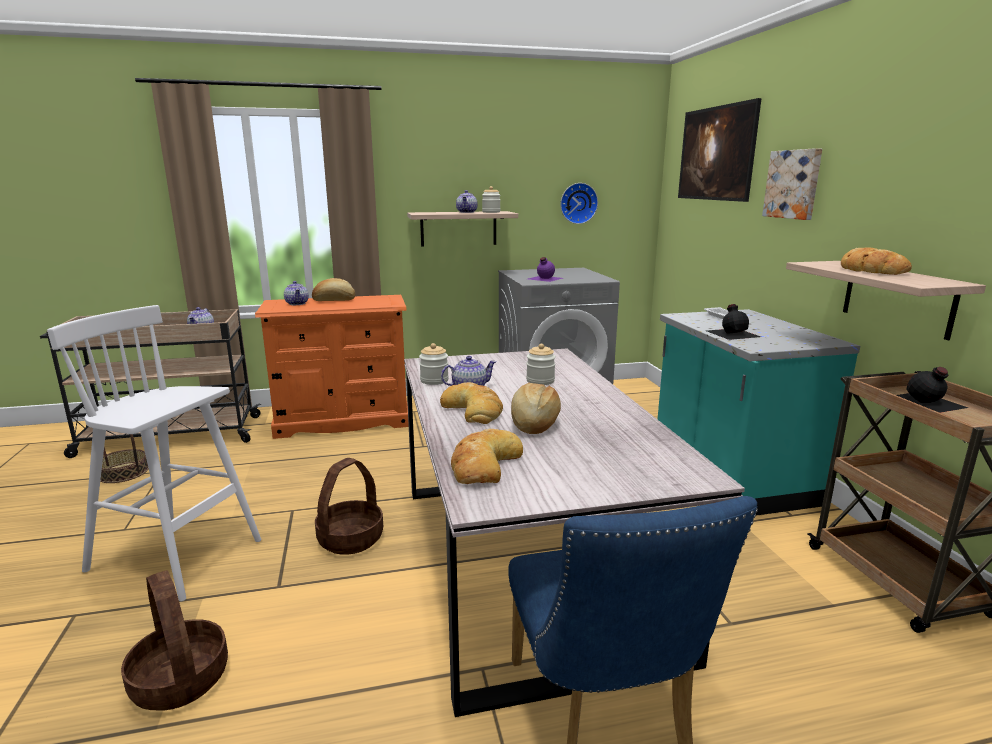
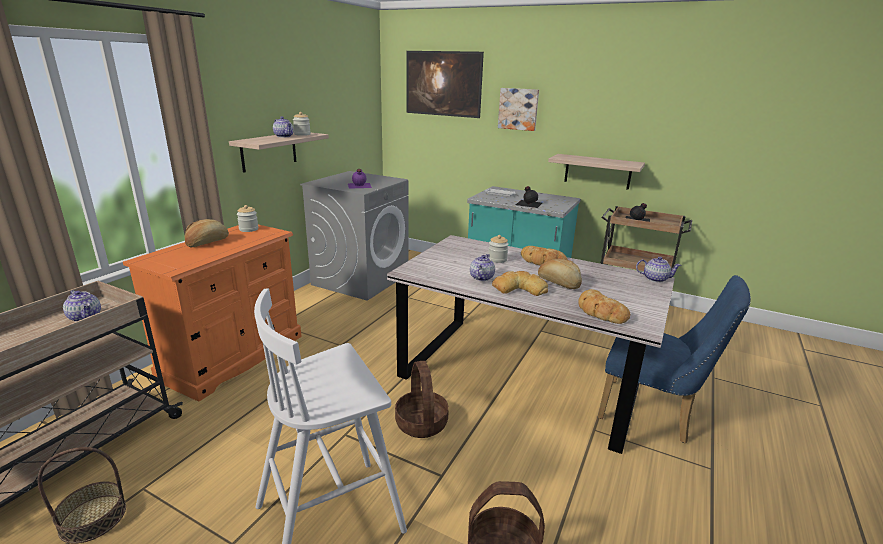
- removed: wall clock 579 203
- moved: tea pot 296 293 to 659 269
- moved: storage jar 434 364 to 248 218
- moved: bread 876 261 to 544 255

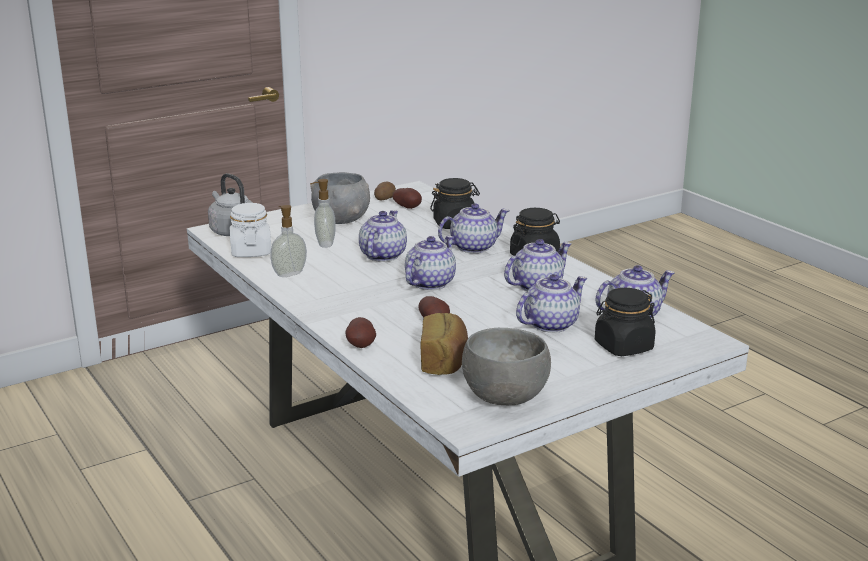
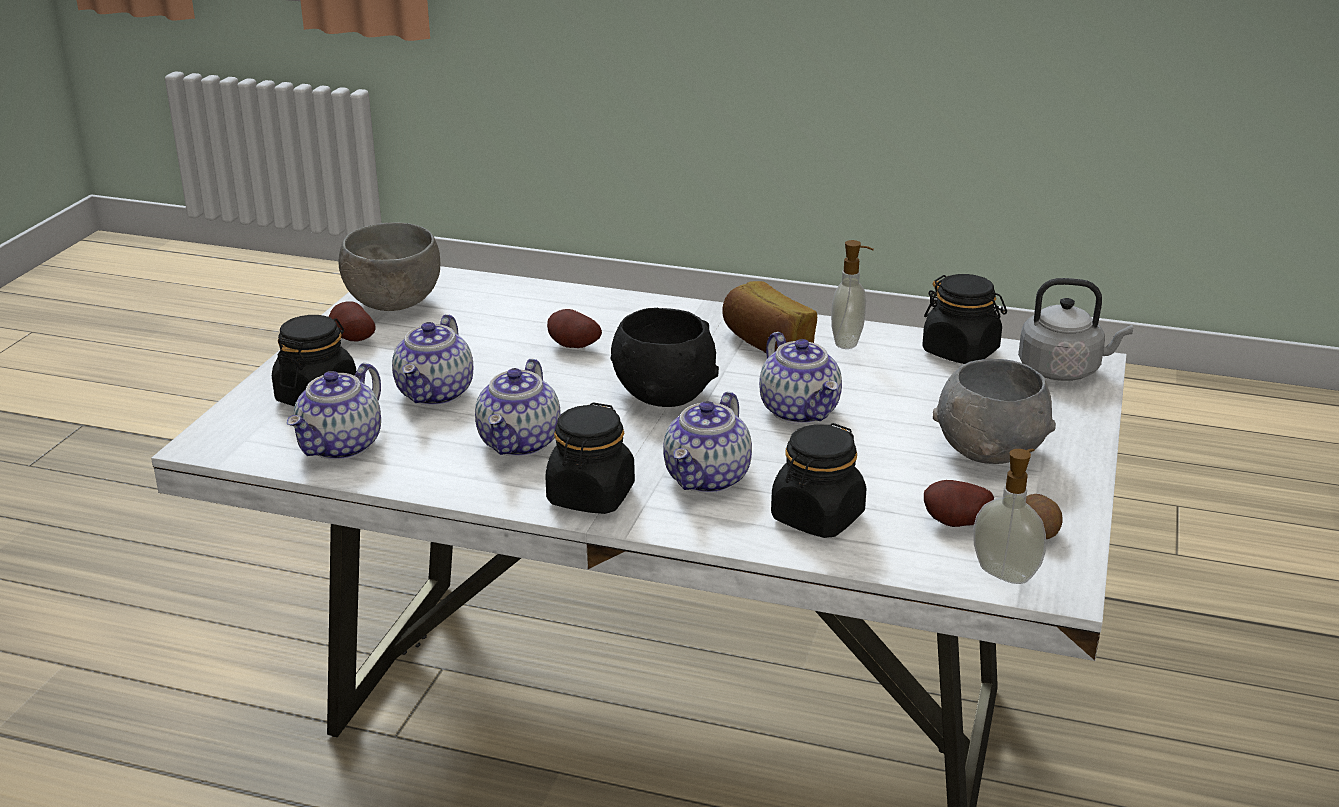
- moved: liquid soap bottle 323 213 to 1009 516
- moved: potato 361 332 to 352 321
- moved: bread 444 344 to 769 317
- replaced: tea pot 430 263 to deep dish (blackish) 665 357
- recoloured: storage jar (white) 250 230 to storage jar (blackish) 964 319

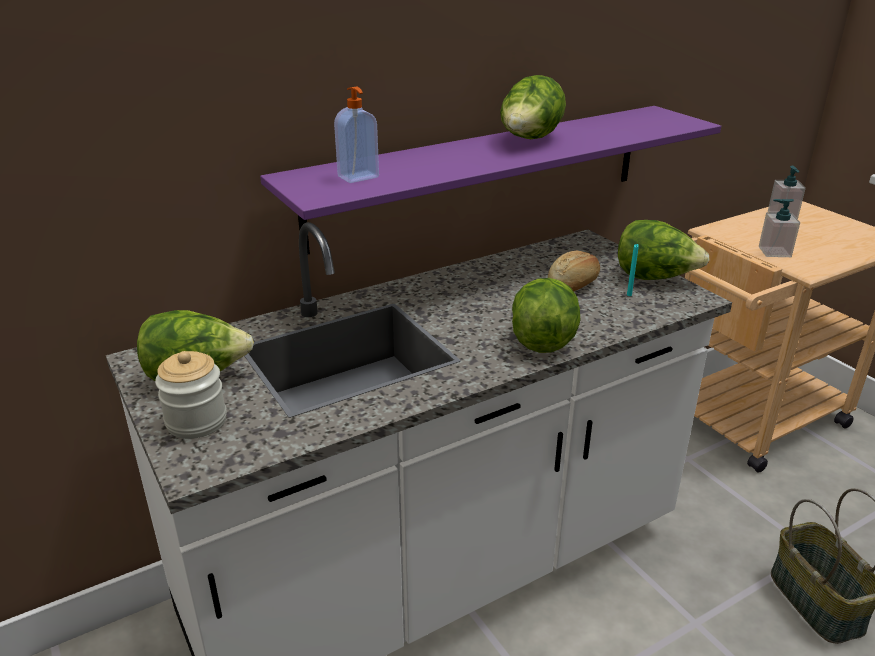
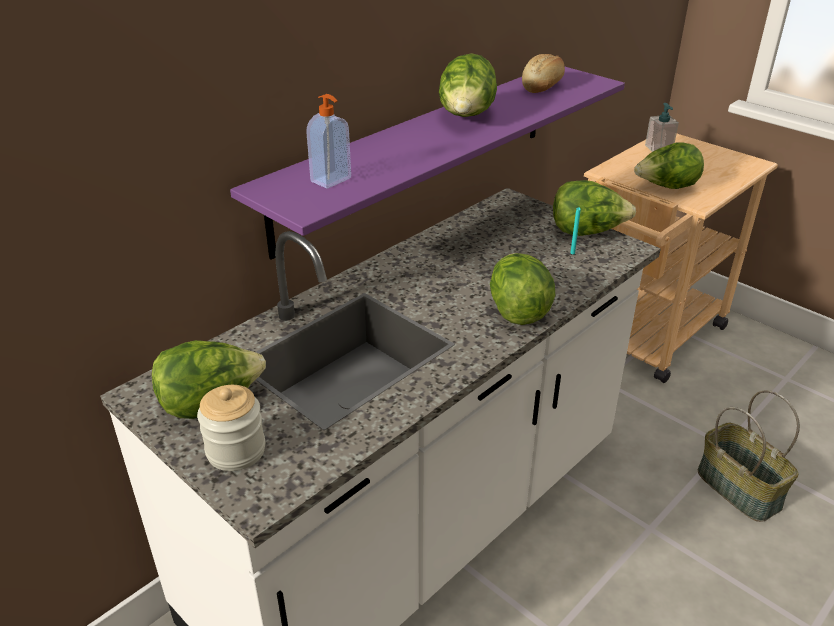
- moved: bread 574 270 to 543 73
- replaced: liquid soap bottle 779 228 to head of lettuce 669 165

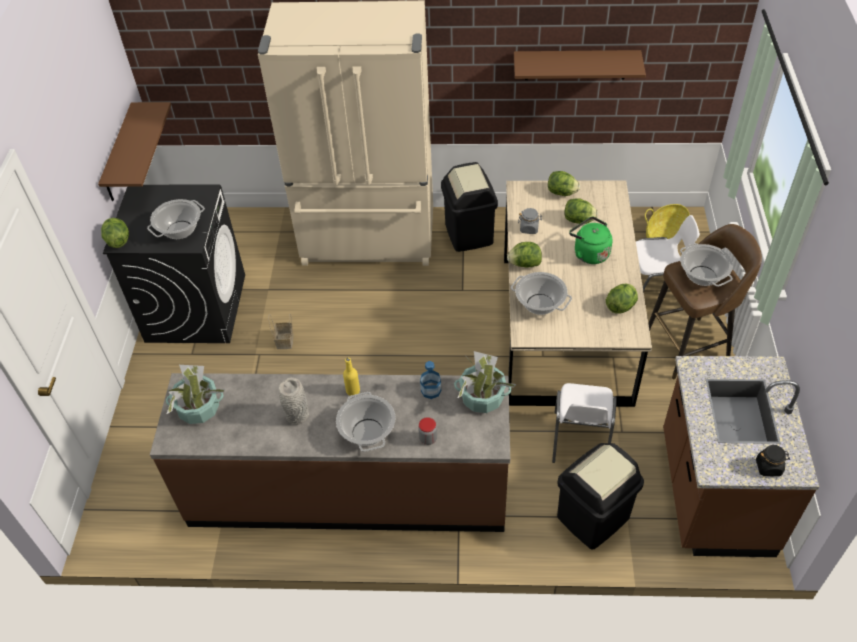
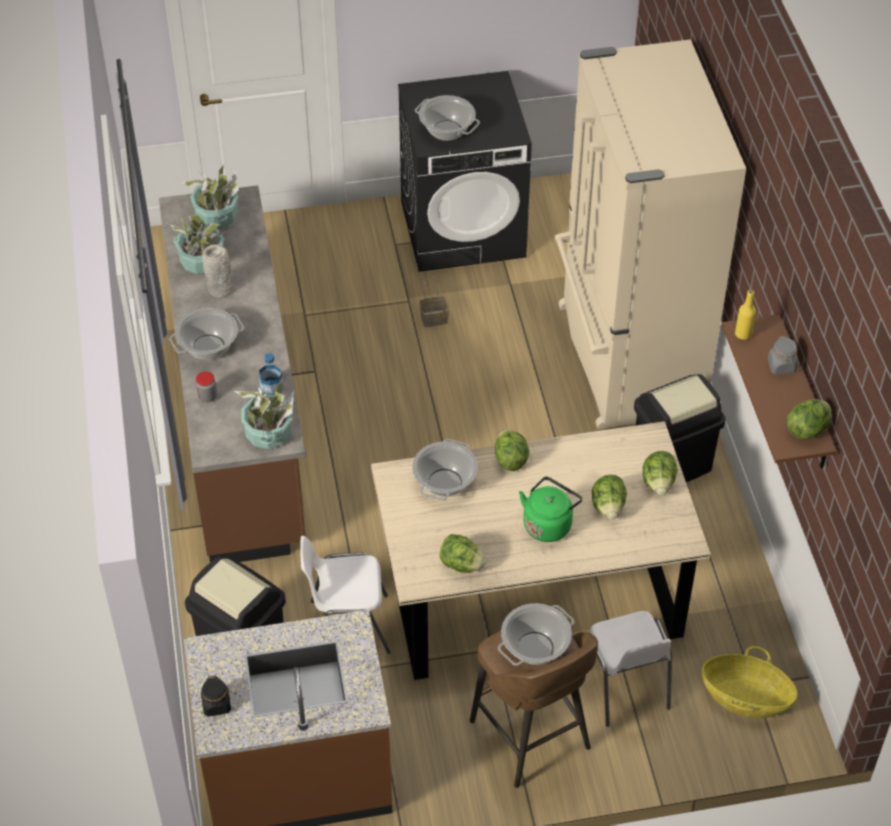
- removed: shelf (brownish) 134 151
- added: potted plant 201 244
- moved: head of lettuce 115 233 to 809 419
- moved: drink bottle (yellowish) 351 377 to 745 315
- moved: storage jar (gray) 530 221 to 783 355

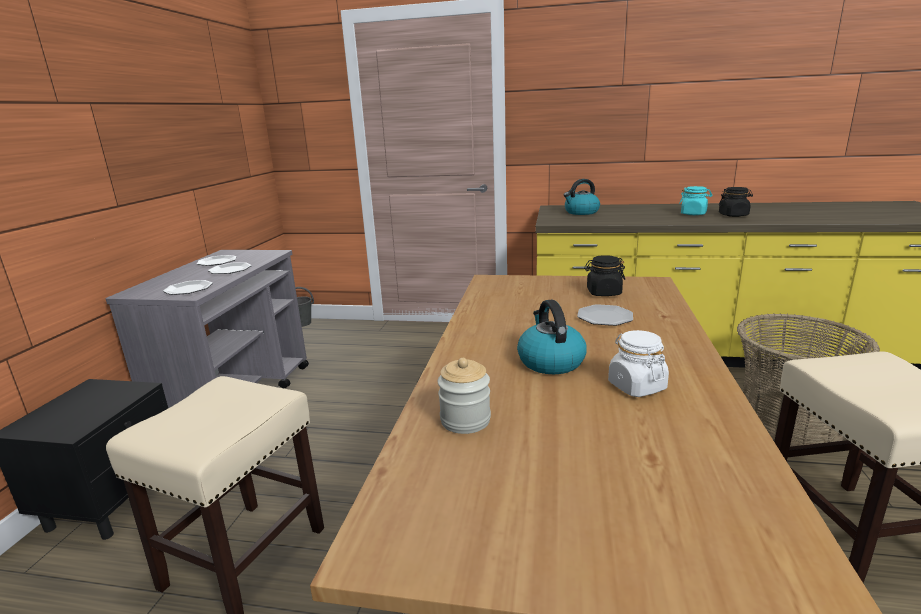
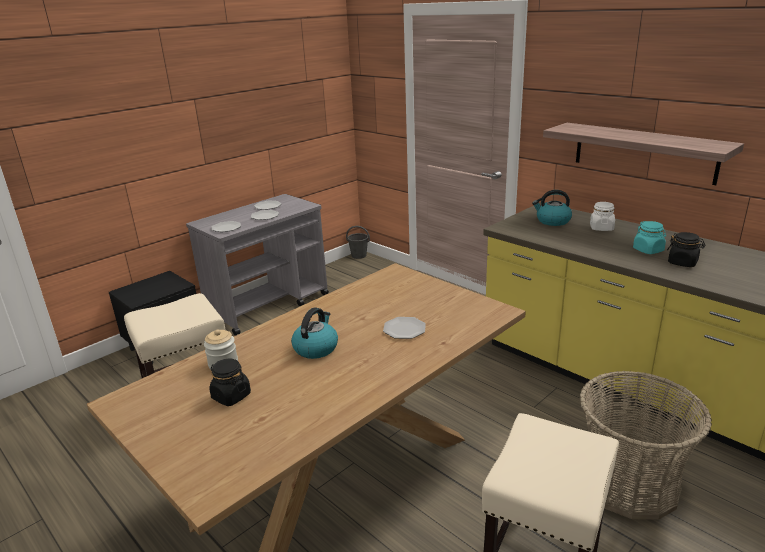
- added: shelf 643 154
- moved: storage jar (blackish) 604 275 to 230 382
- moved: storage jar (white) 638 363 to 602 216

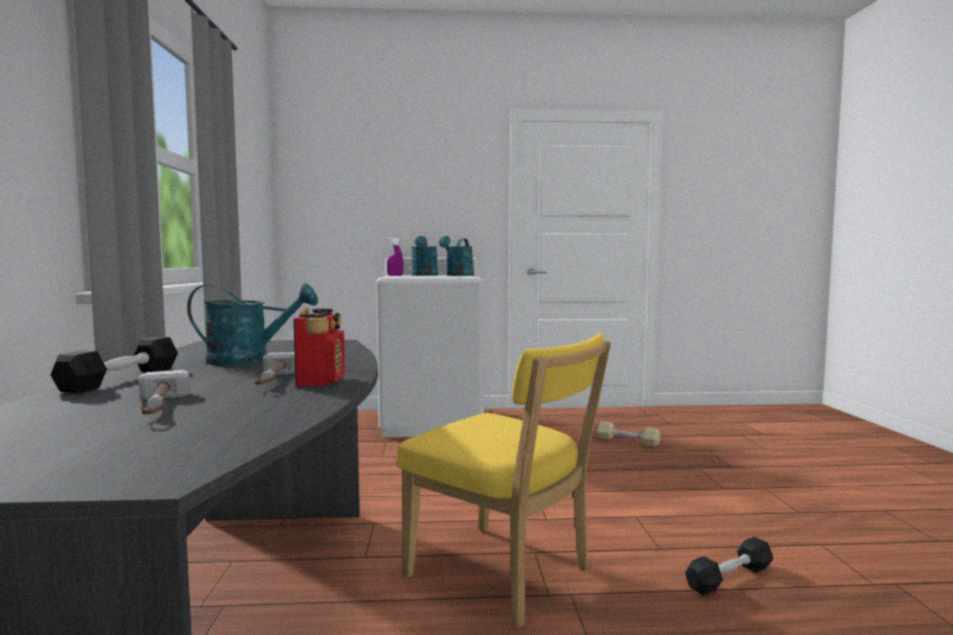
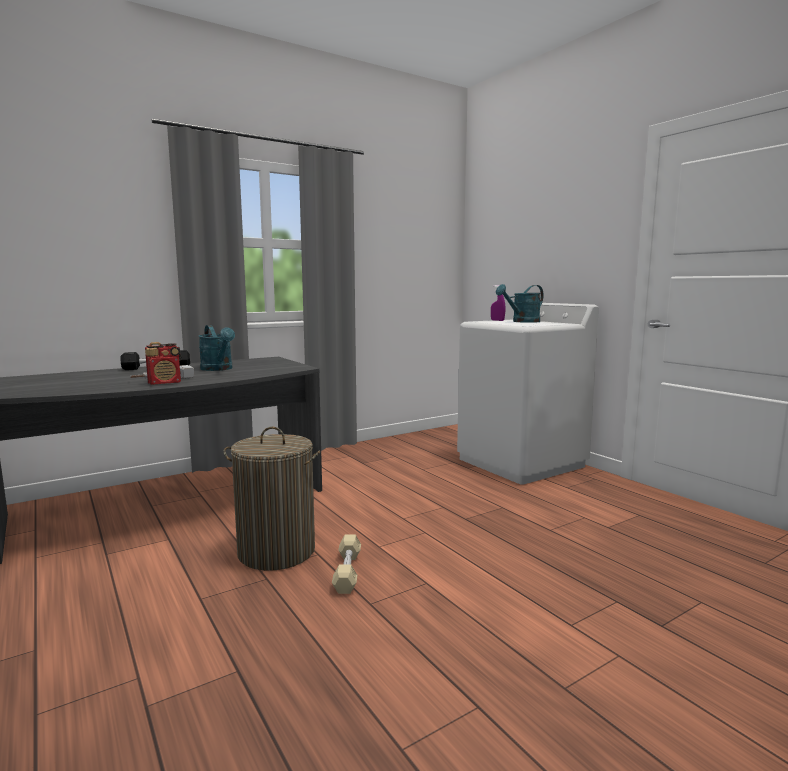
- removed: hand hammer 164 392
- removed: watering can (turquoise-coloured) 456 256
- removed: free weight (blackish) 729 566
- moved: free weight (beige) 628 434 to 346 564
- replaced: upright chair (yellowish) 504 480 to hamper 271 498

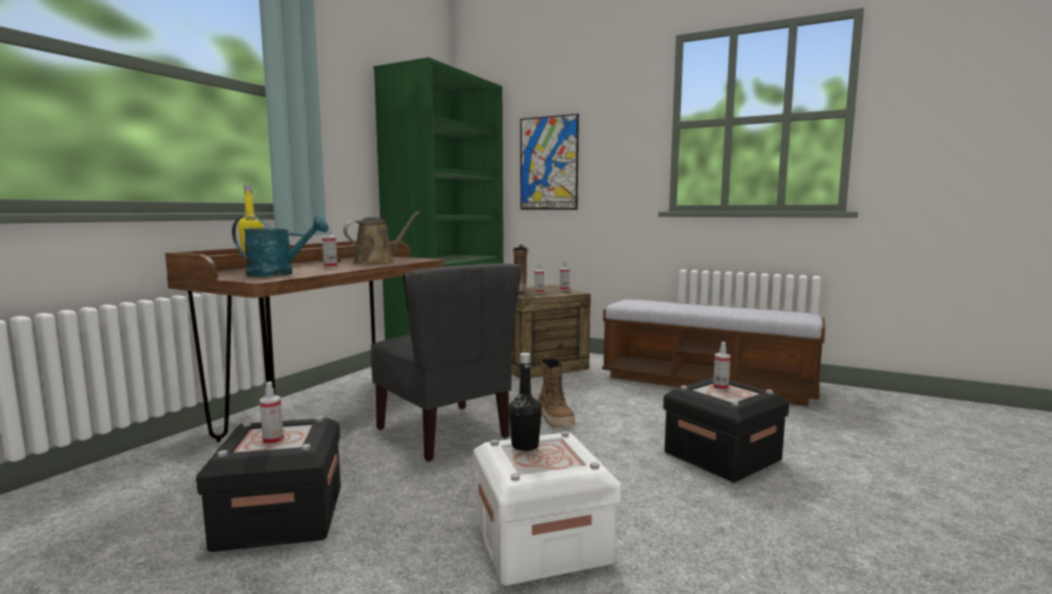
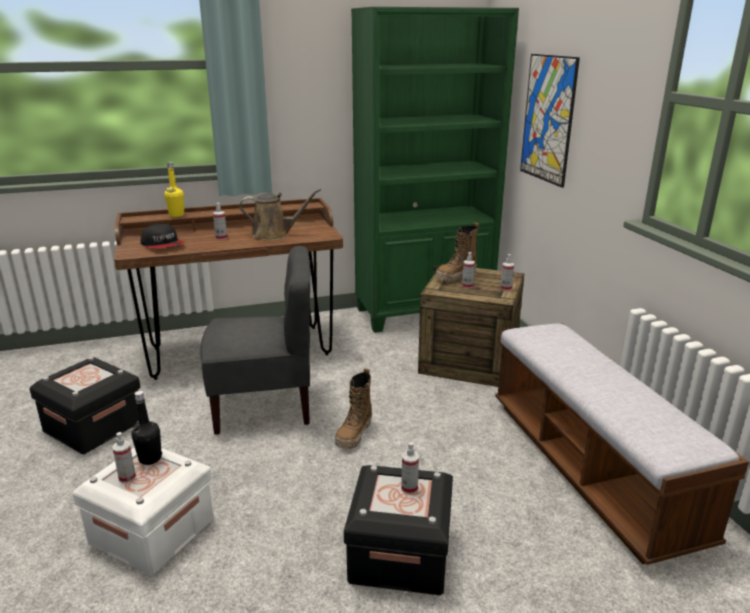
- moved: sprayer 272 414 to 124 457
- replaced: watering can (turquoise-coloured) 280 245 to peaked cap 163 236
- turned: upright chair (gray) 446 362 = 255 340 105 degrees counterclockwise

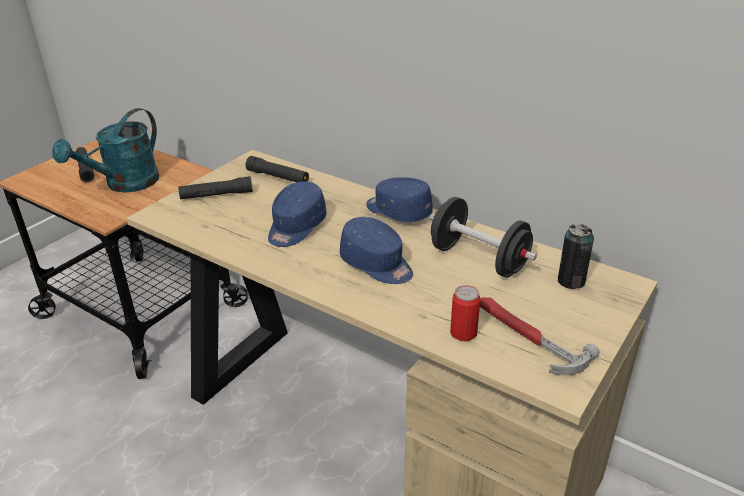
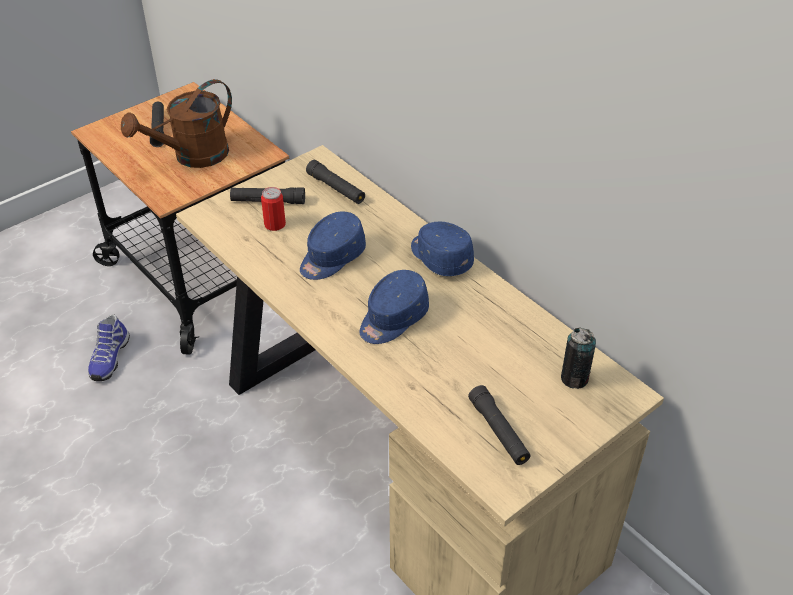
- removed: free weight (blackish) 483 237
- added: low shoe 109 347
- moved: metal can 465 313 to 273 209
- replaced: hand hammer 540 336 to torch (blackish) 499 425
- recoloured: watering can (turquoise-coloured) 105 150 to watering can (brownish) 176 123
- turned: peaked cap (blue) 376 250 = 394 307 75 degrees clockwise

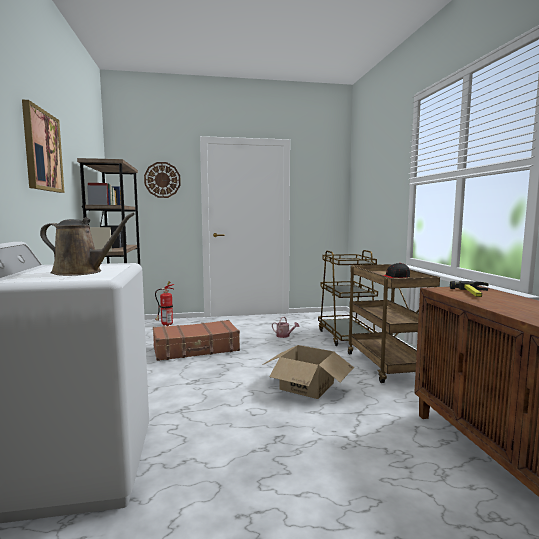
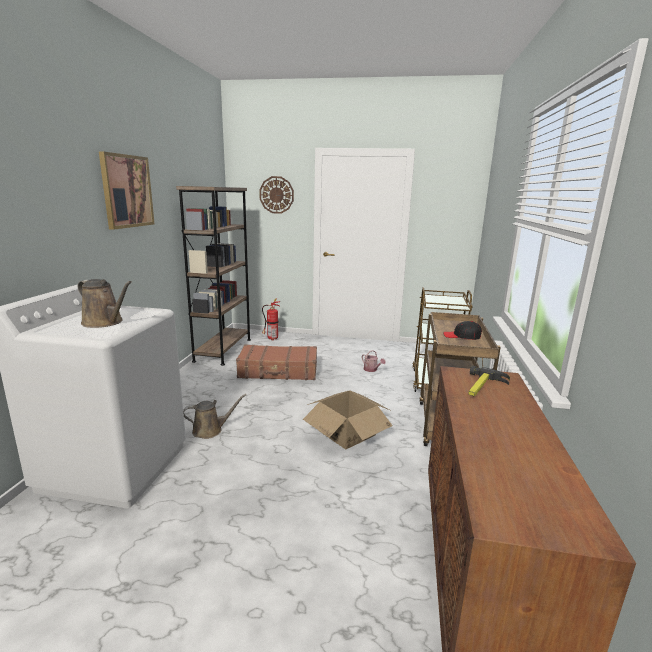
- added: watering can (brownish) 214 416

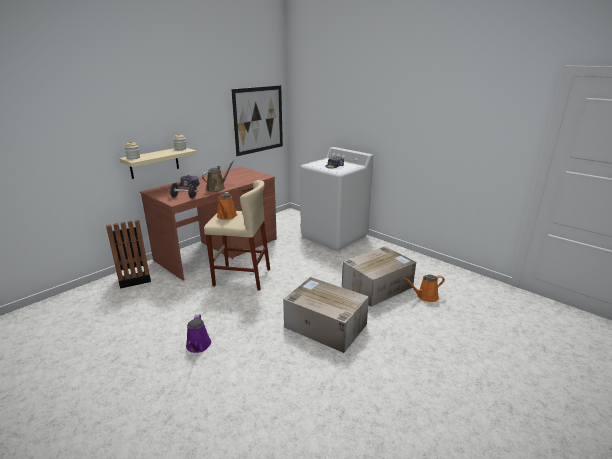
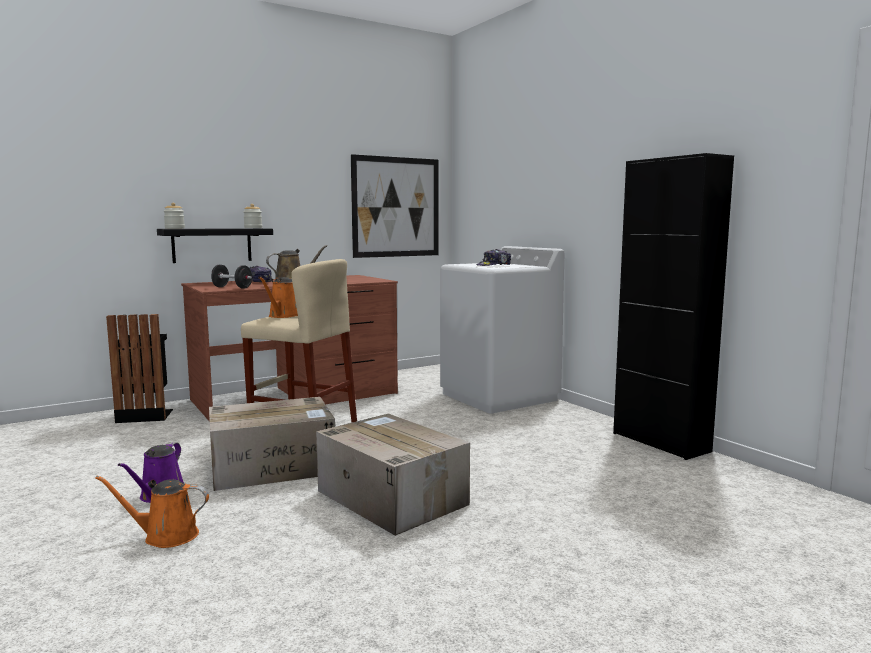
- added: storage cabinet (blackish) 673 306
- moved: carton 379 276 to 272 444
- moved: watering can (orange-coloured) 424 288 to 152 512
- recoloured: shelf (beige) 158 163 to shelf (blackish) 215 245

